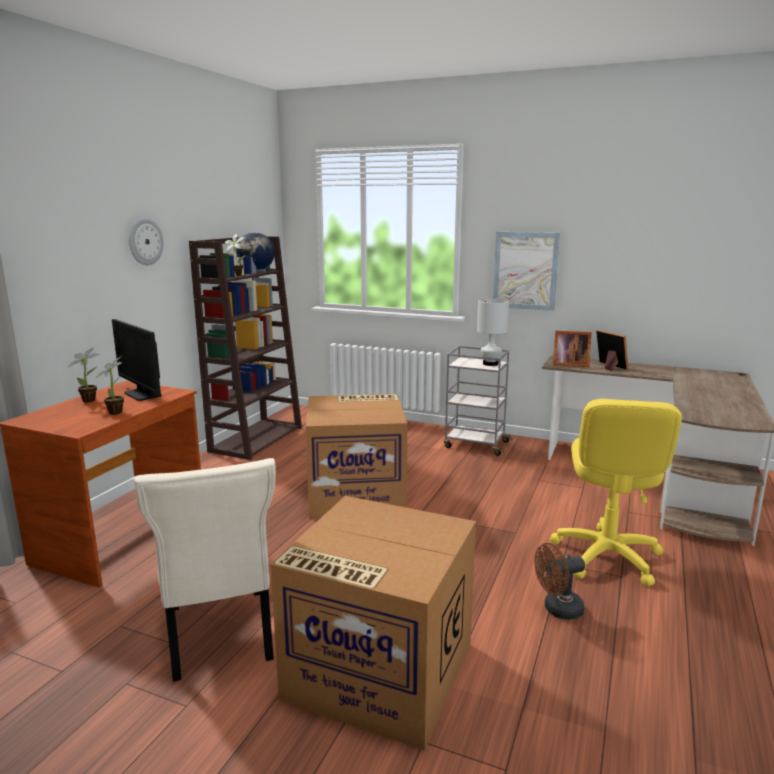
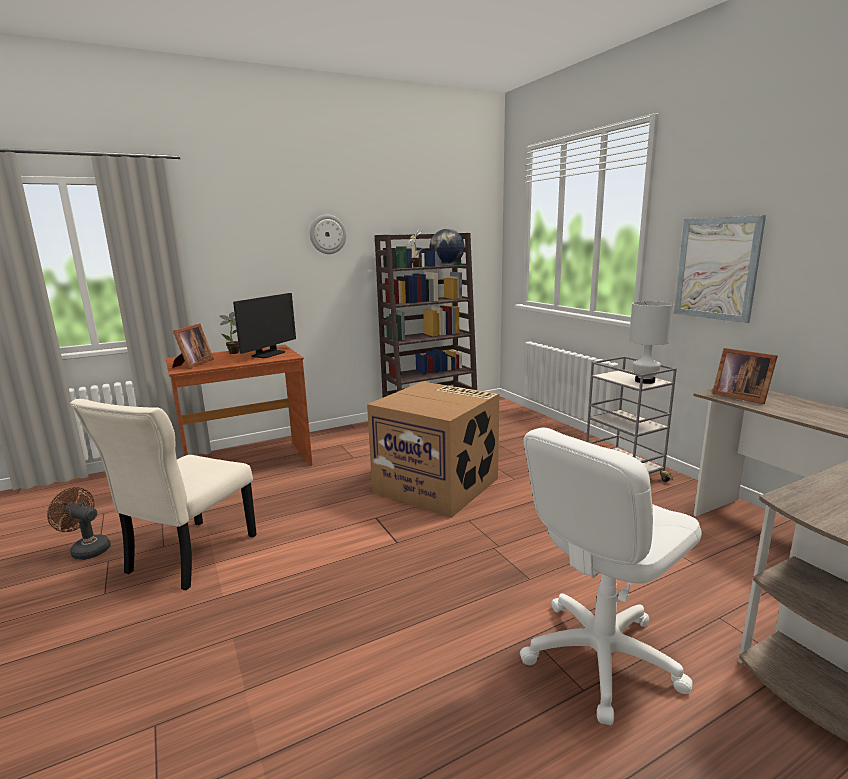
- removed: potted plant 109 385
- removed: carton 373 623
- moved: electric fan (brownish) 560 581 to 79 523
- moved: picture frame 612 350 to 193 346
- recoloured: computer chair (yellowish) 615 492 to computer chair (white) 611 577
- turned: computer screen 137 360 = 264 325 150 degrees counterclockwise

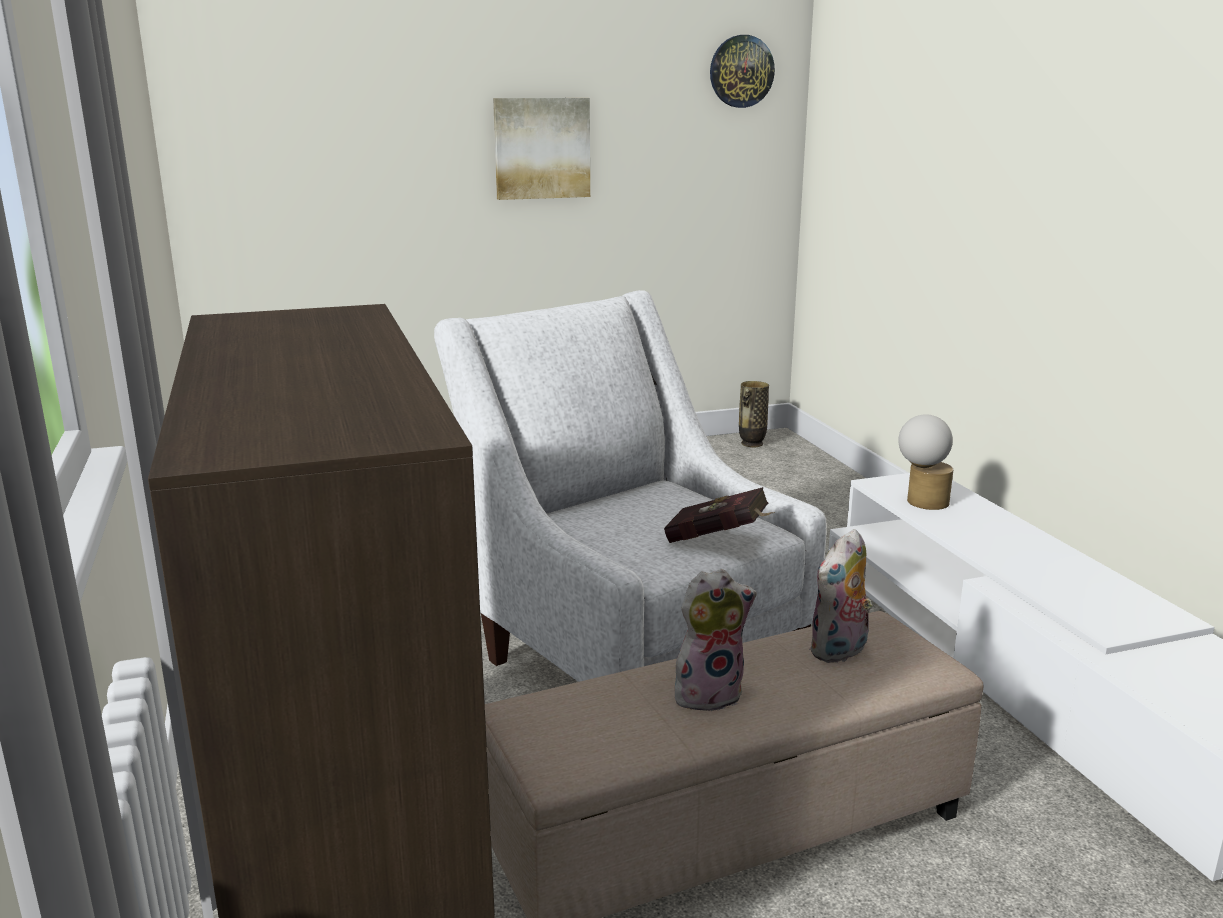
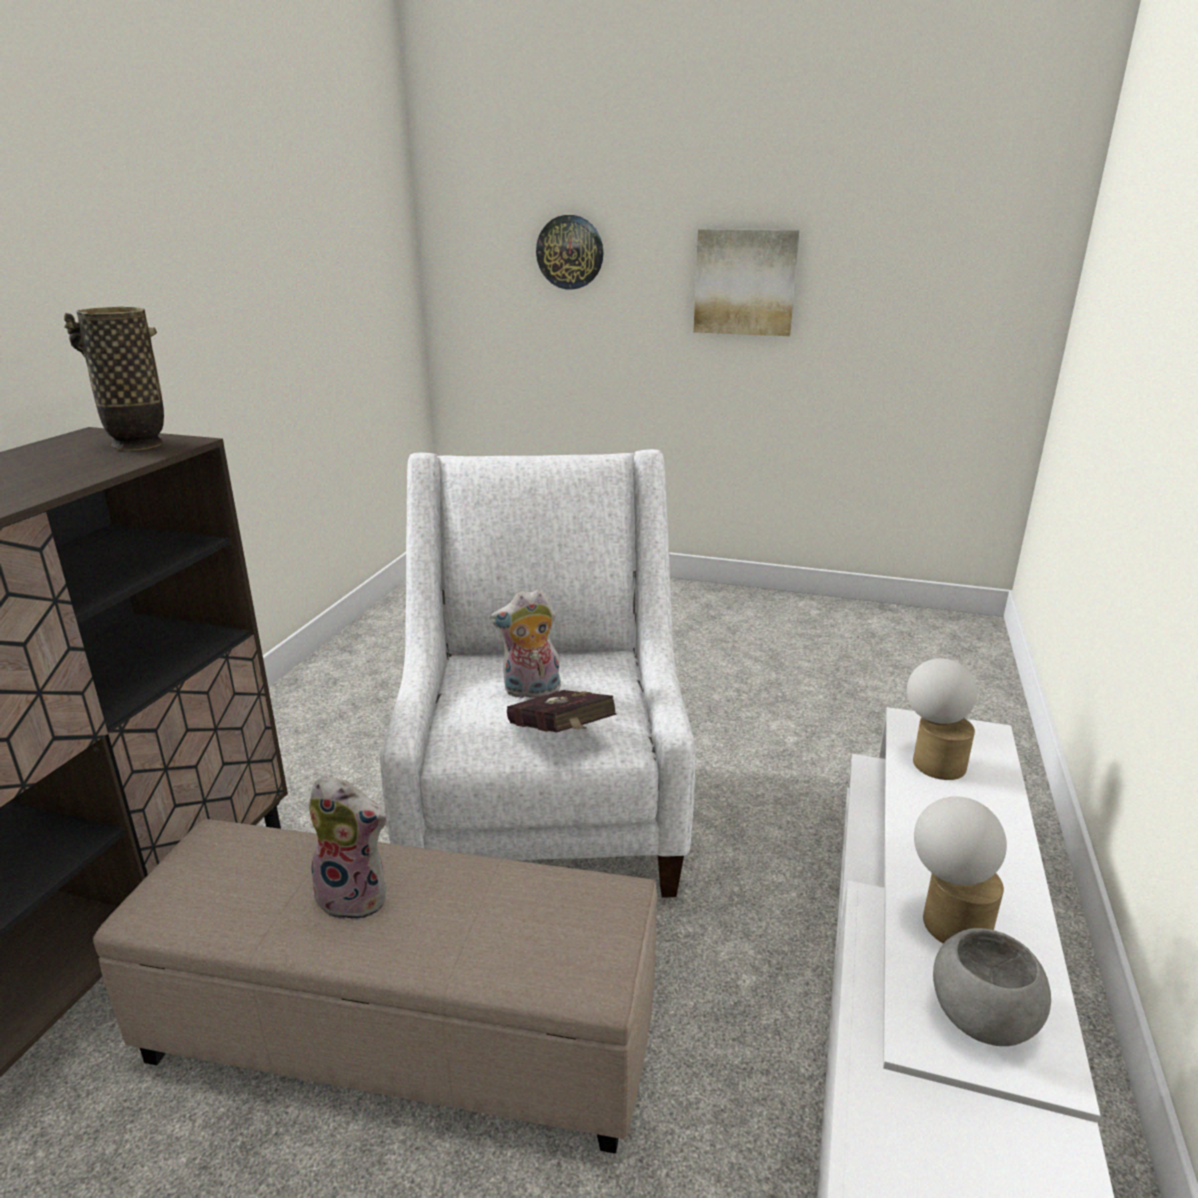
- added: table lamp 960 870
- added: deep dish (gray) 992 987
- moved: wall clock 742 71 to 569 252
- moved: vase 754 414 to 114 378
- moved: plush toy 841 596 to 525 644

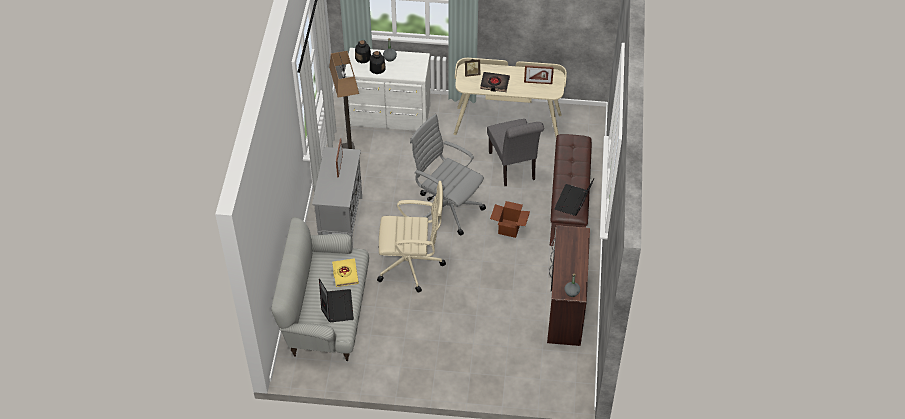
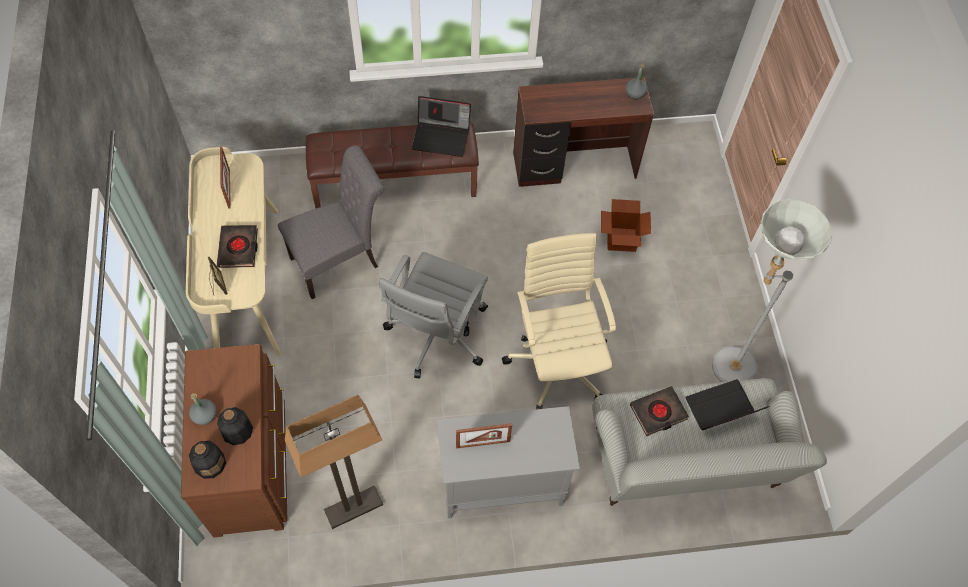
- added: standing lamp (gray) 772 290
- moved: carton 510 219 to 626 225
- recoloured: volume (yellowish) 345 273 to volume (blackish) 659 411
- recoloured: drawer chest (white) 387 89 to drawer chest (brownish) 234 440

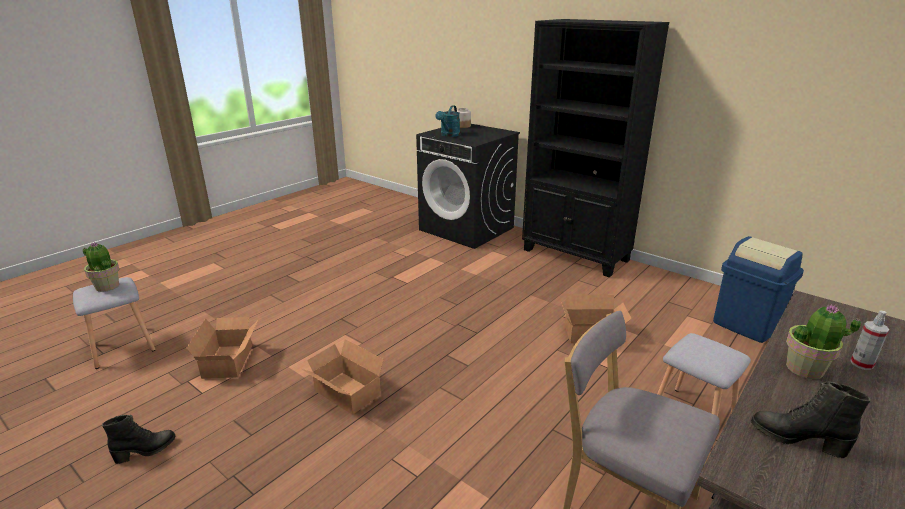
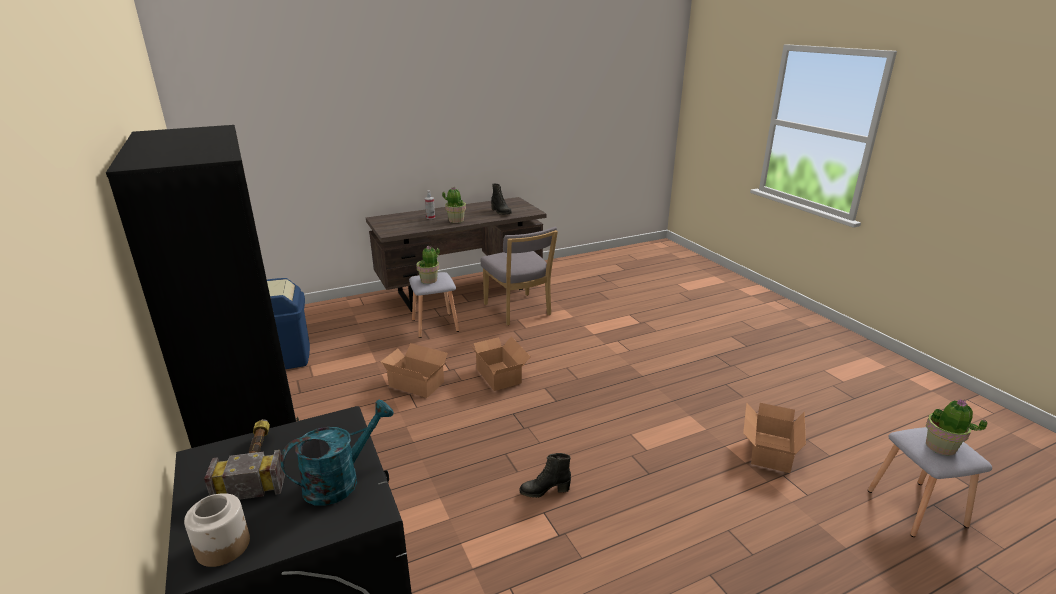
- added: hand hammer 244 459
- added: potted plant 428 265
- moved: tall boot (blackish) 138 439 to 545 475
- moved: carton 342 377 to 500 364

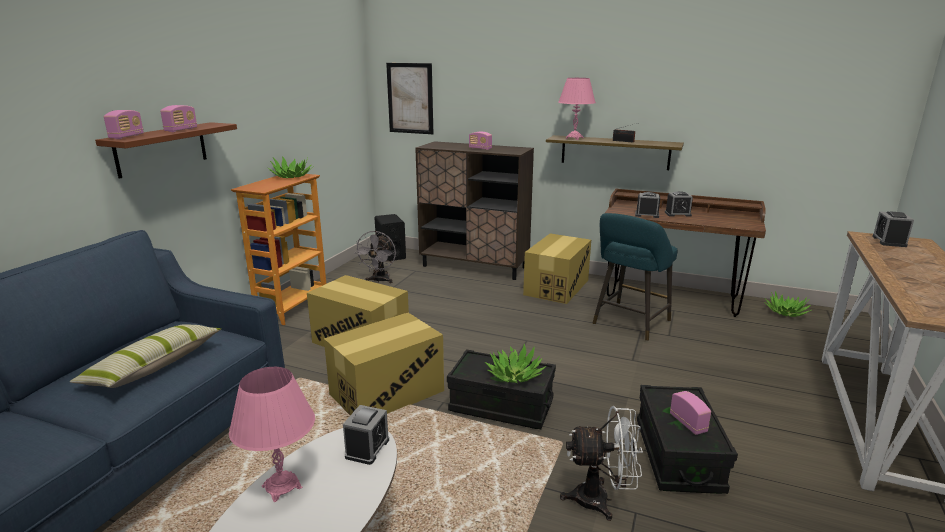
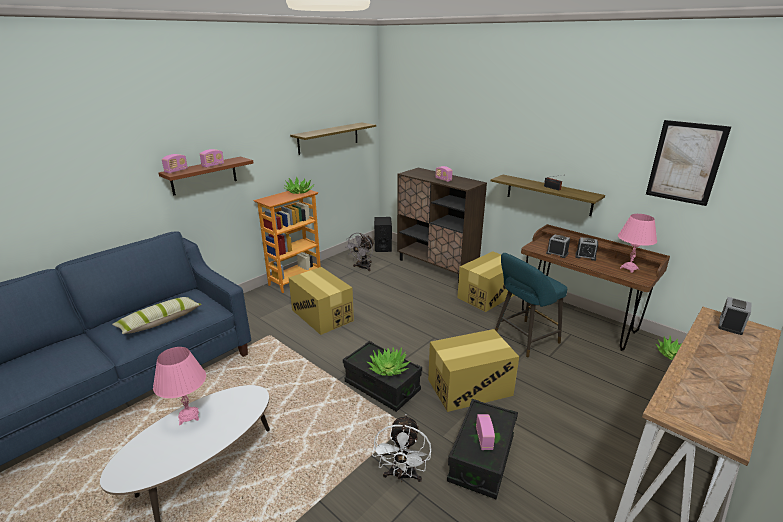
- removed: bedside clock 366 435
- added: shelf 333 138
- moved: carton 384 364 to 473 370
- moved: picture 409 98 to 688 163
- moved: table lamp (pink) 577 109 to 637 243
- turned: electric fan (white) 601 463 = 401 448 75 degrees clockwise

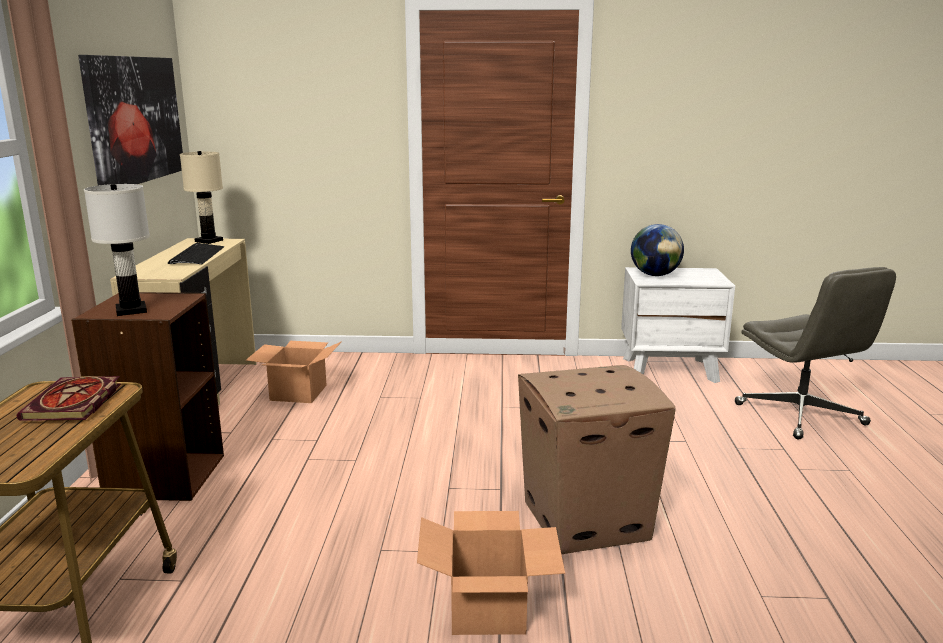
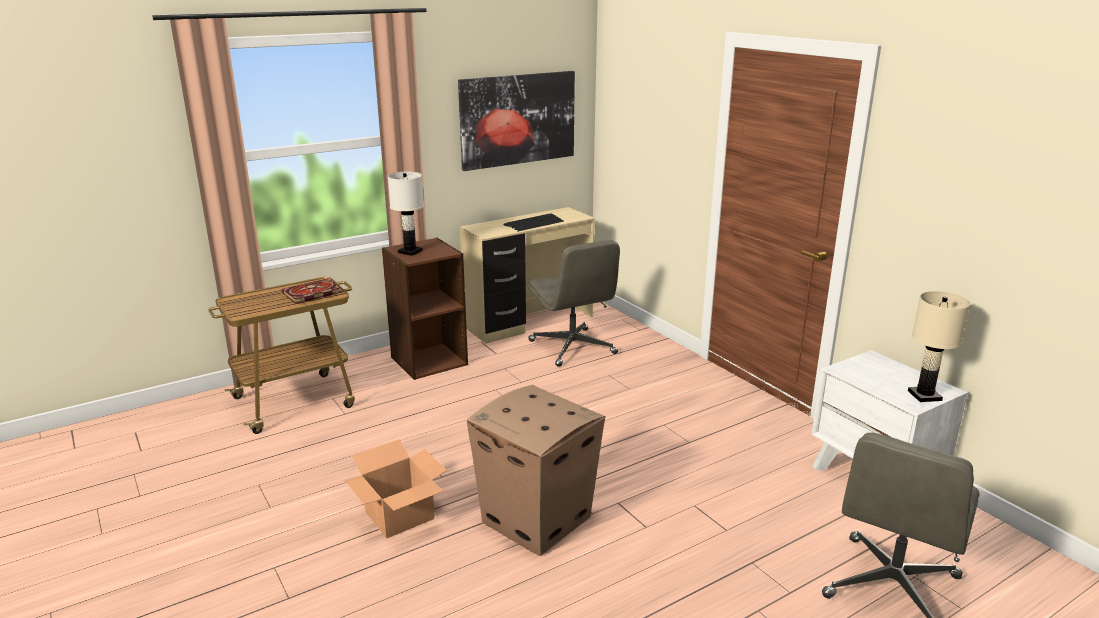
- removed: world globe 657 250
- moved: table lamp (beige) 201 197 to 939 346
- replaced: carton 294 372 to computer chair (gray) 574 303

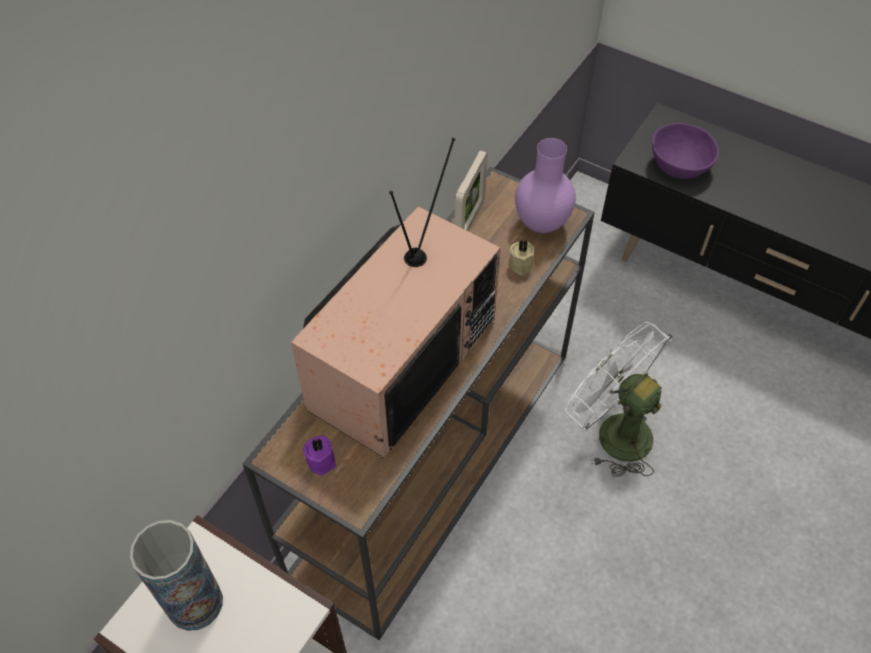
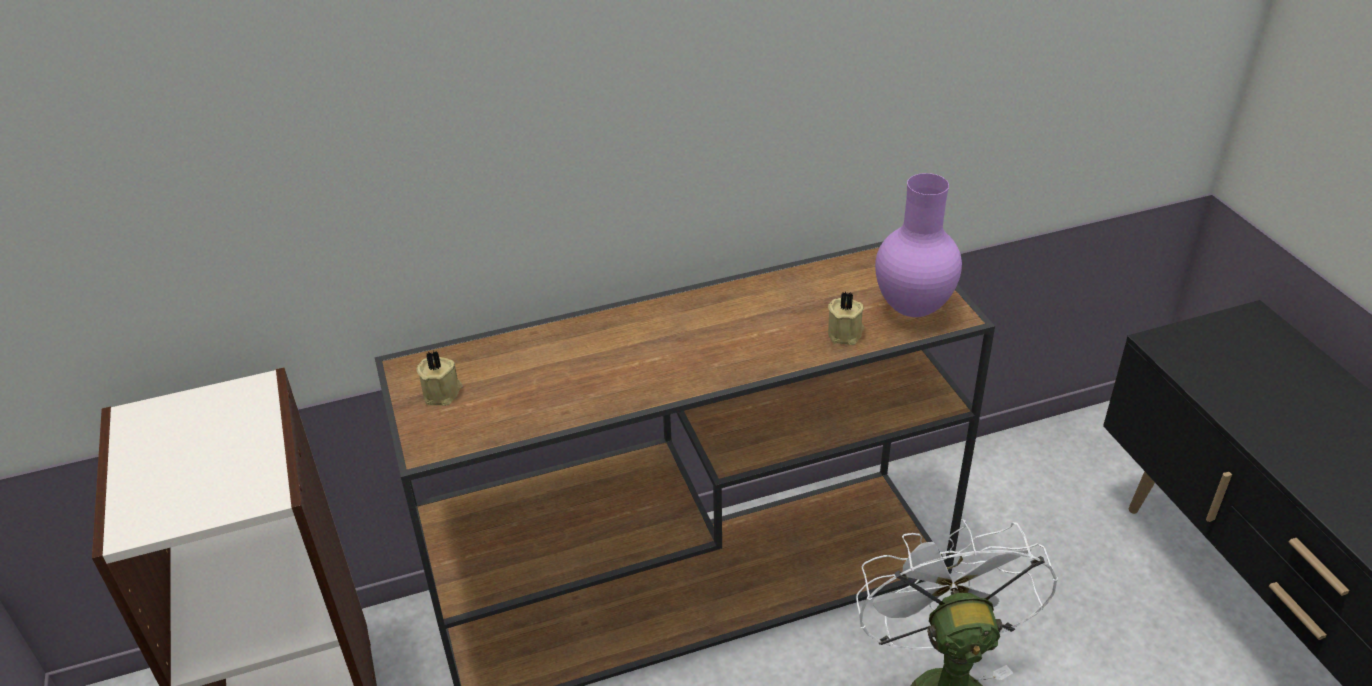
- removed: vase 176 575
- removed: TV 396 298
- removed: picture frame 471 191
- removed: deep dish (purple-coloured) 685 151
- recoloured: wax light (purple-coloured) 319 455 to wax light (beige) 440 378

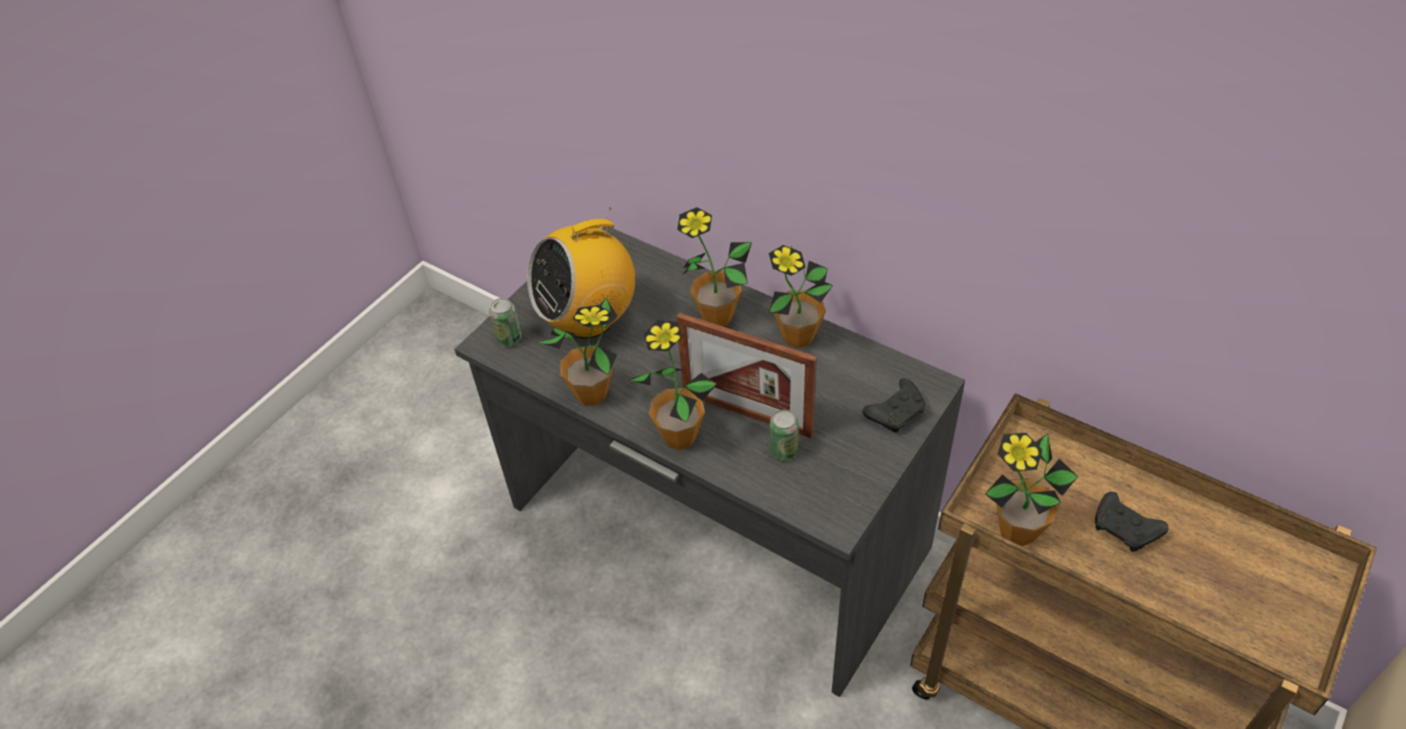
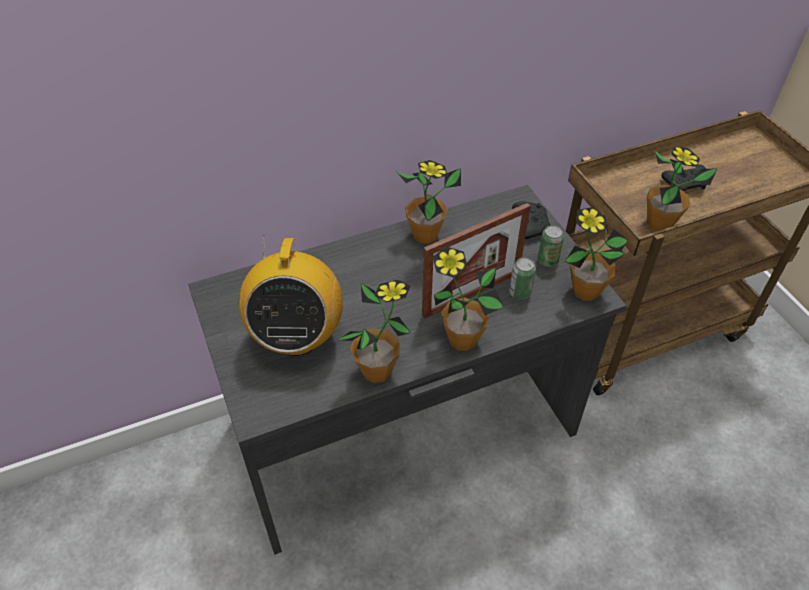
- moved: metal can 505 322 to 551 246
- moved: potted plant 714 266 to 596 254

